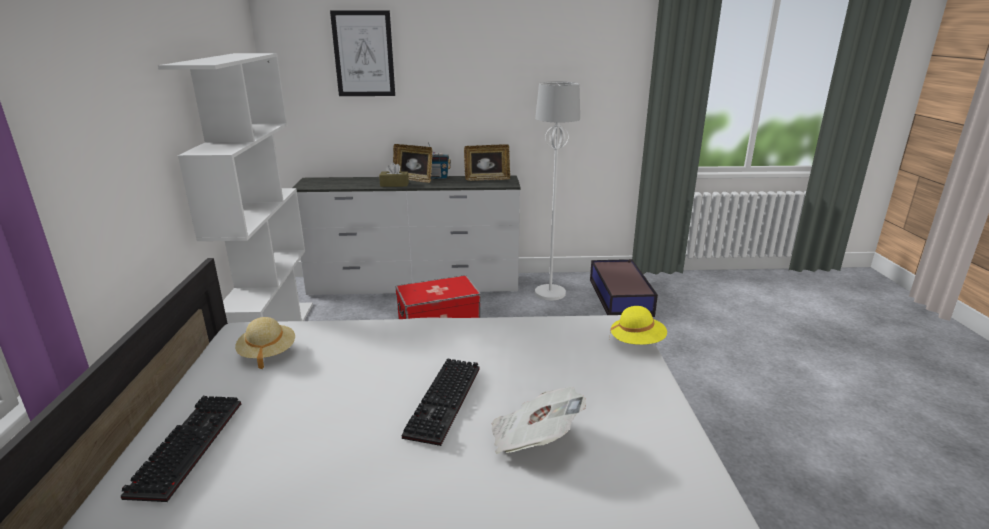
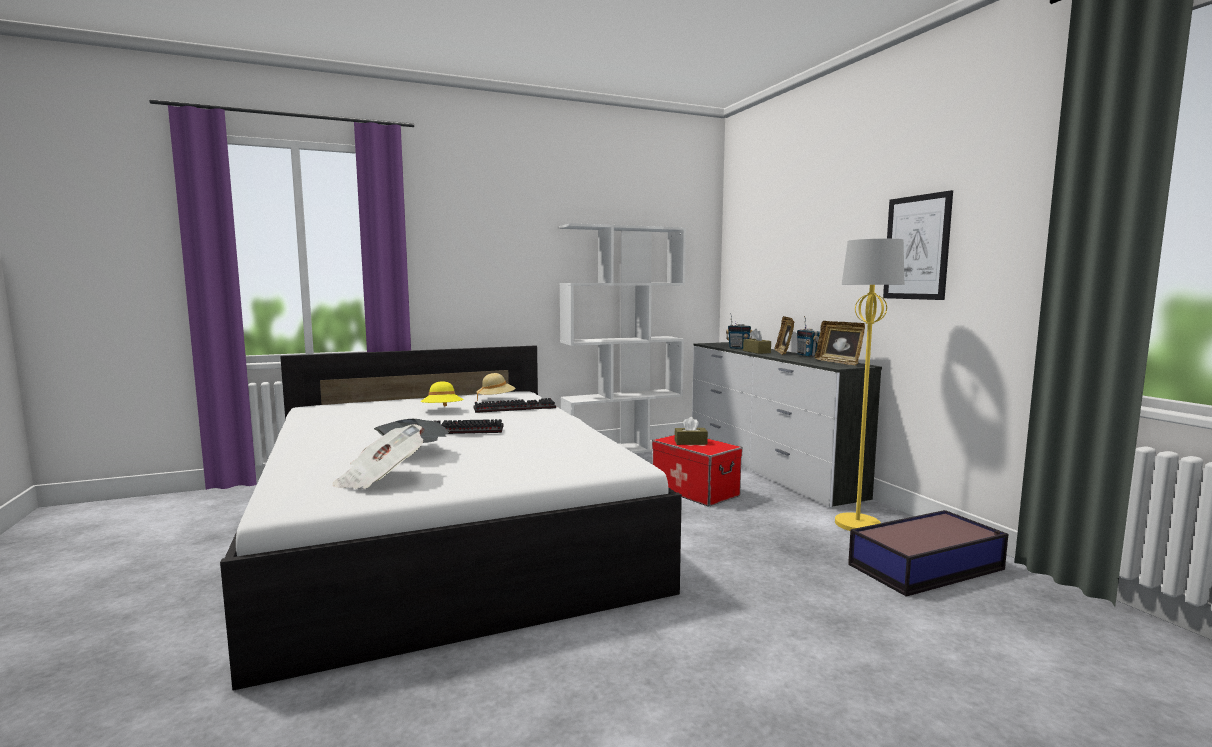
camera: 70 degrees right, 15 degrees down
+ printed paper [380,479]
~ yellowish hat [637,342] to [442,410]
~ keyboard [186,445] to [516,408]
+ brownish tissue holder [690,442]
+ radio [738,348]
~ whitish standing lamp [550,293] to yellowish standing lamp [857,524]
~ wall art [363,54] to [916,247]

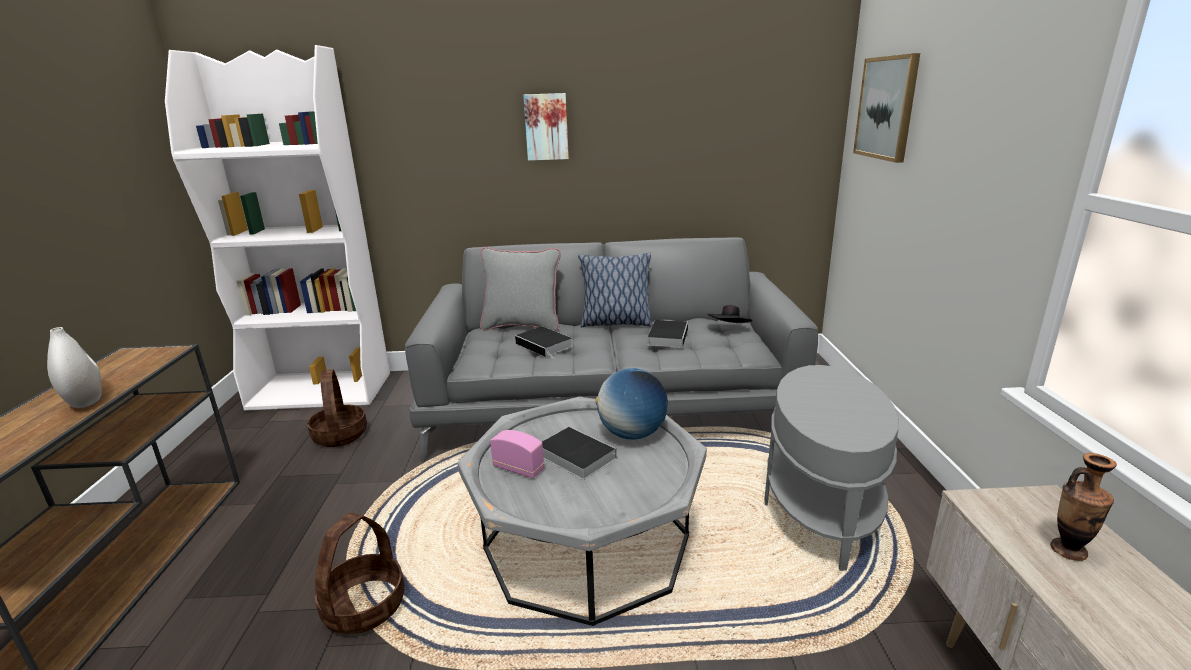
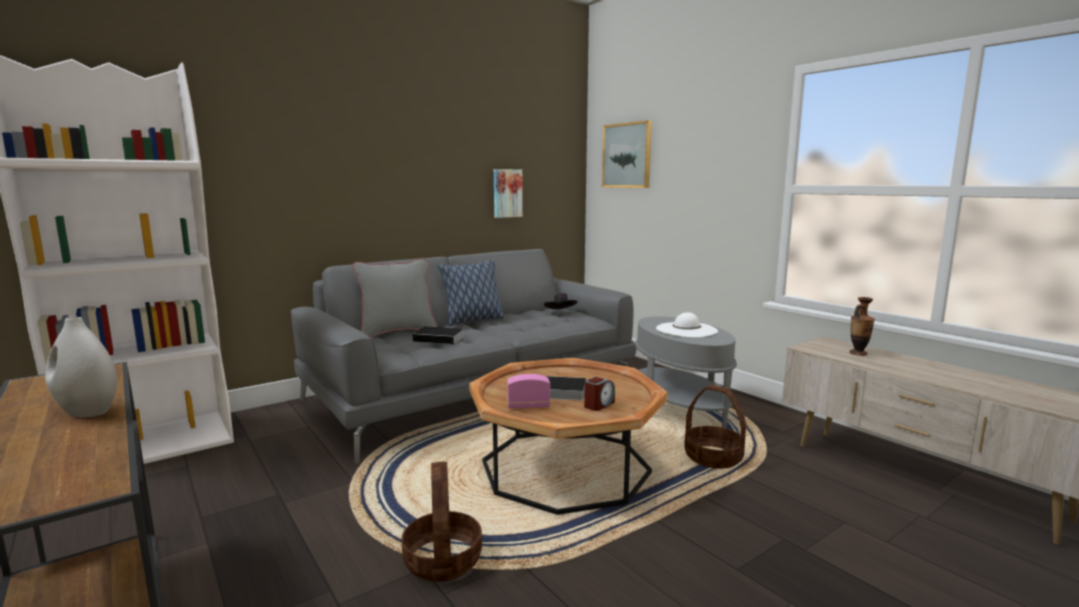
camera: 35 degrees left, 10 degrees down
~ greyish coffee table [587,542] to brownish coffee table [565,468]
~ wall art [546,127] to [507,193]
+ alarm clock [599,405]
+ whitish hat [686,330]
~ storage basket [339,435] to [712,458]
- globe [632,434]
- bound book [668,336]

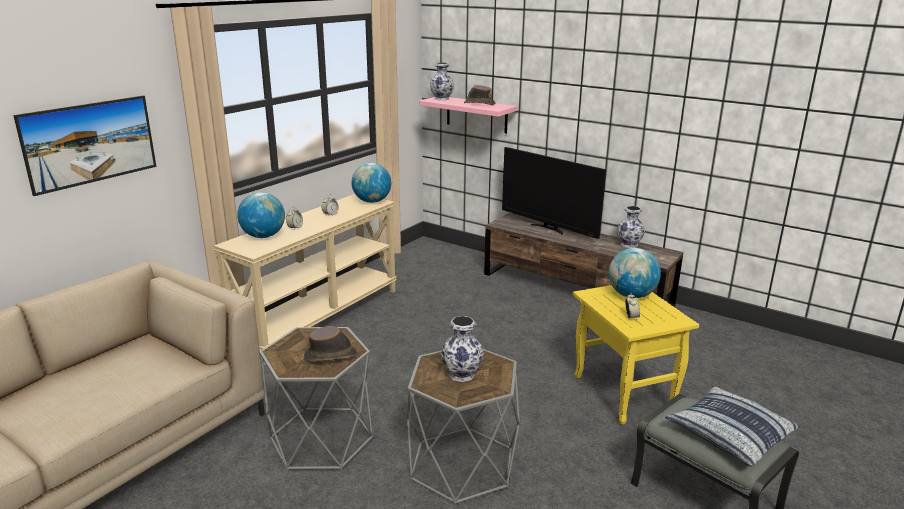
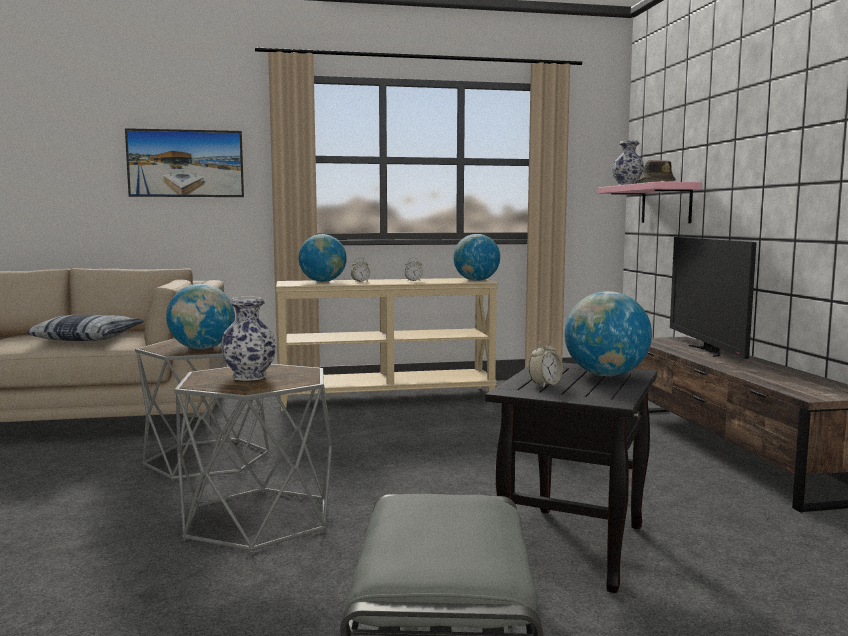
camera: 45 degrees right, 15 degrees down
~ cushion [729,434] to [88,338]
~ brownish hat [331,356] to globe [202,348]
~ yellowish side table [621,393] to blackish side table [573,545]
- vase [629,245]

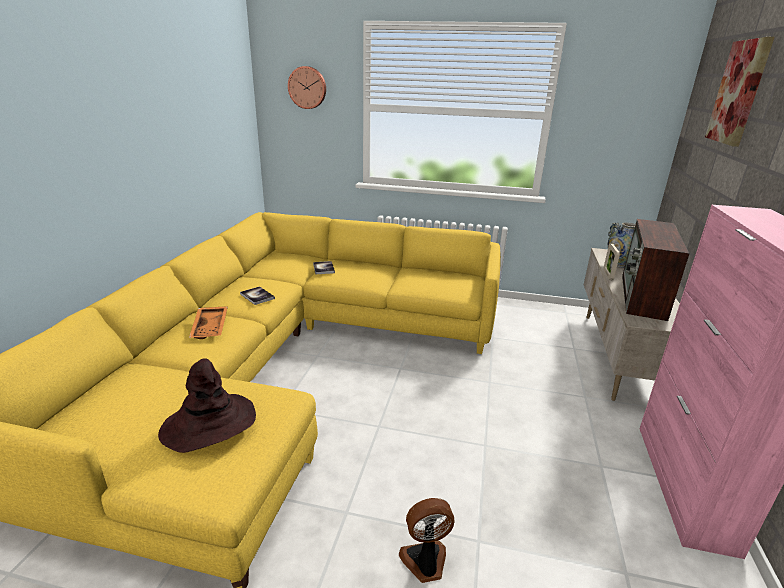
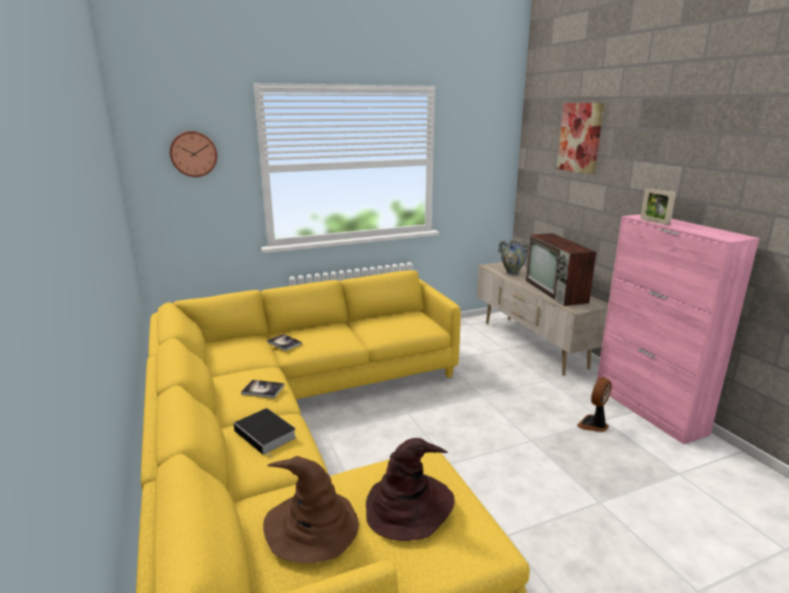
camera: 35 degrees left, 5 degrees down
~ orange carrying tray [211,328] to bound book [266,435]
+ brownish hat [312,527]
~ cooling fan [425,562] to [594,425]
~ photo frame [607,275] to [654,222]

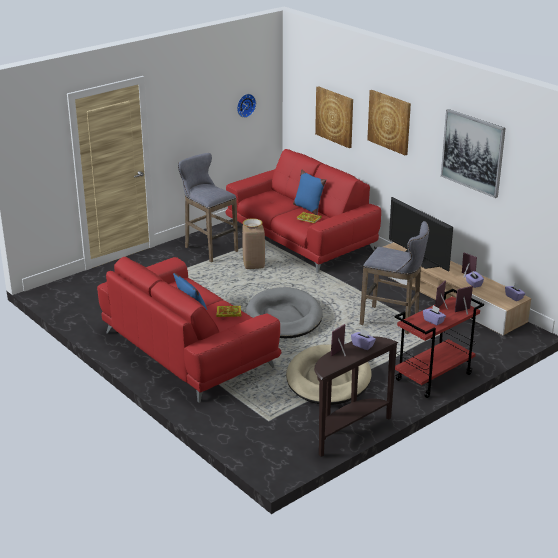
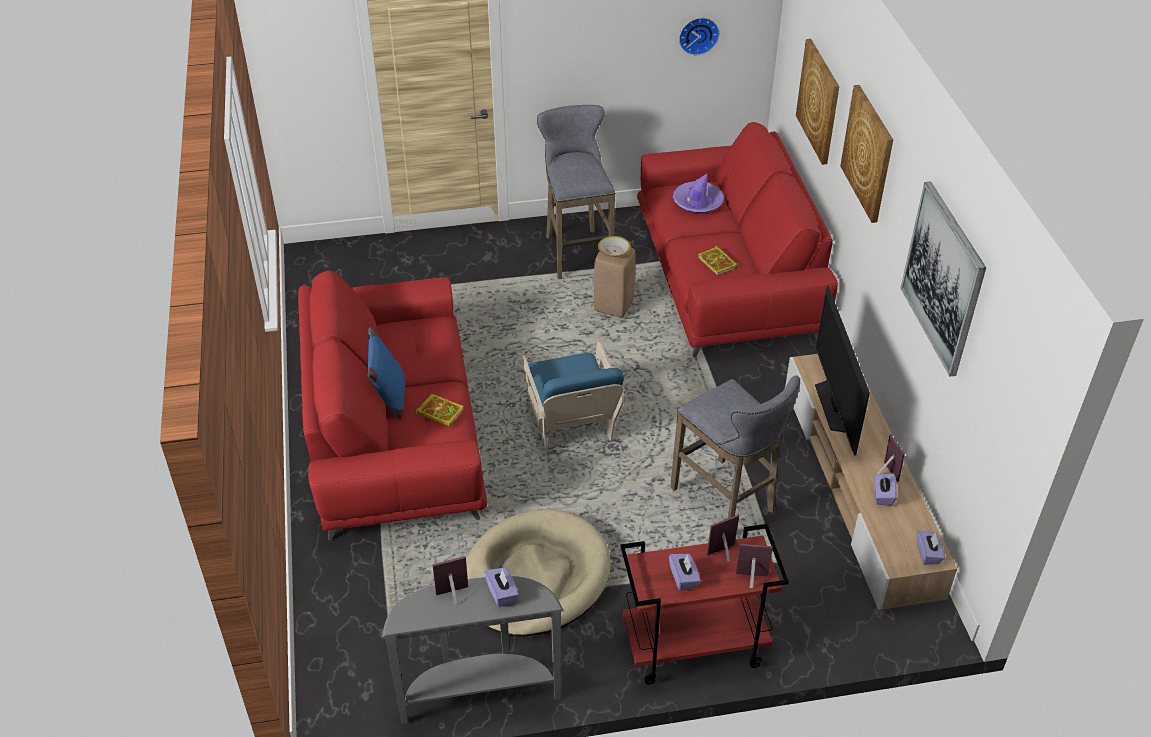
camera: 30 degrees right, 15 degrees up
~ brownish narrow table [348,431] to greyish narrow table [478,693]
~ greyish pet bed [284,317] to bluish easy chair [572,427]
+ purple hat [697,202]
- bluish cushion [308,208]

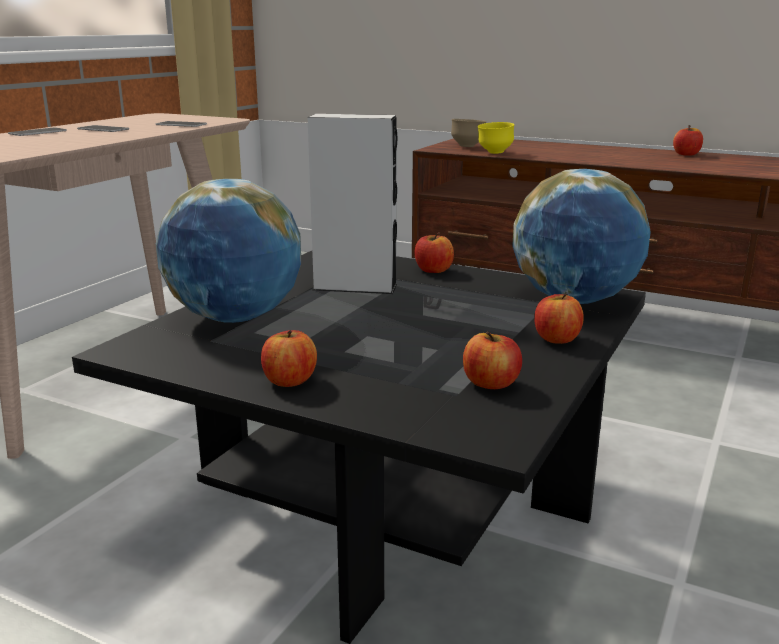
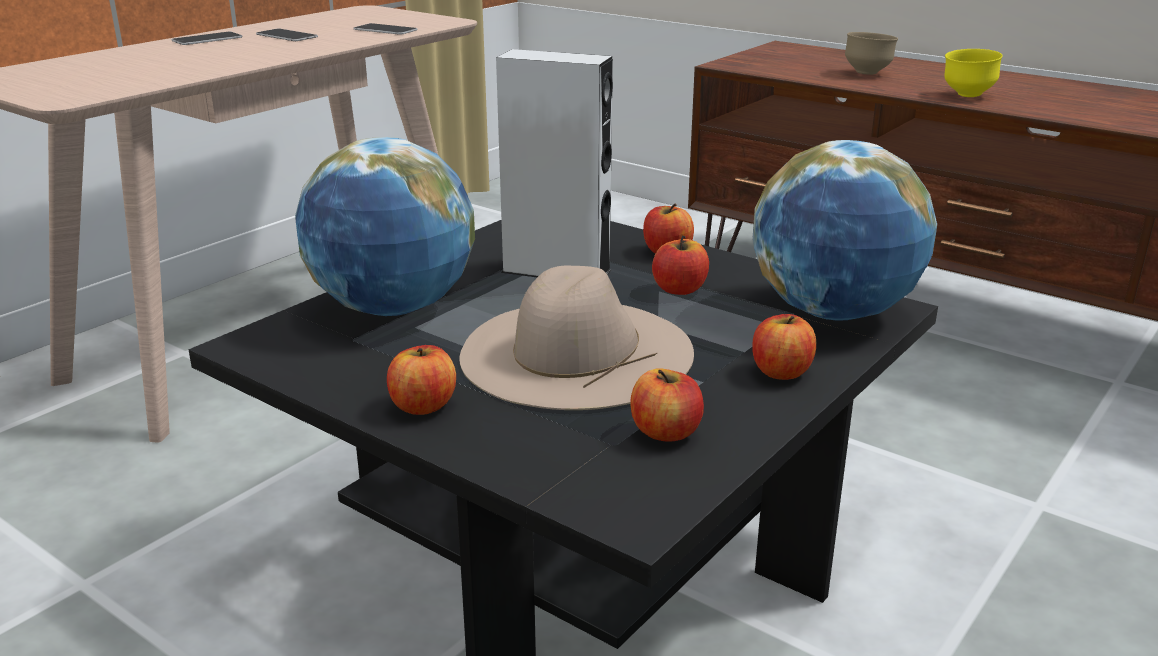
camera: 10 degrees right, 5 degrees up
+ sand-coloured hat [576,352]
~ apple fruit [686,154] to [679,289]
~ brownish bowl [467,146] to [867,73]
~ yellowish bowl [494,153] to [967,95]

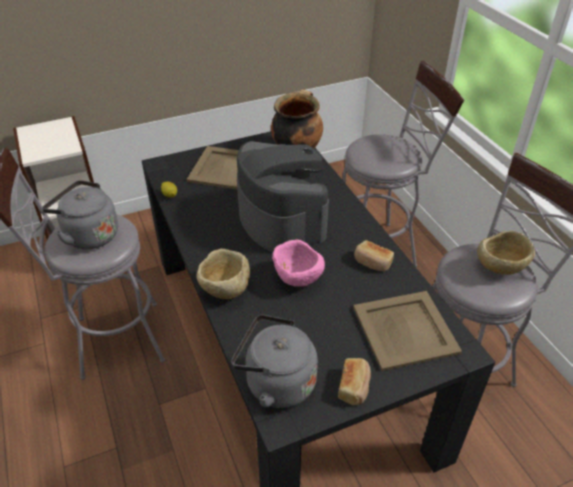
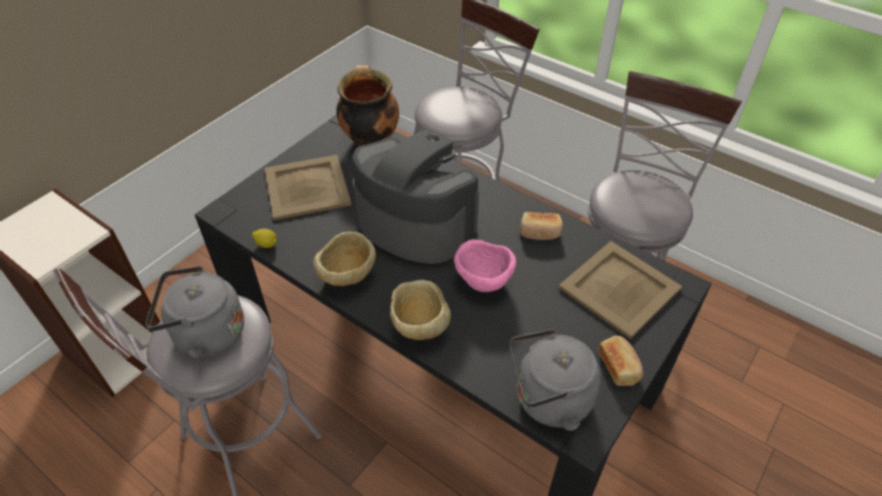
camera: 30 degrees left, 5 degrees up
~ sand-coloured bowl [499,269] to [347,277]

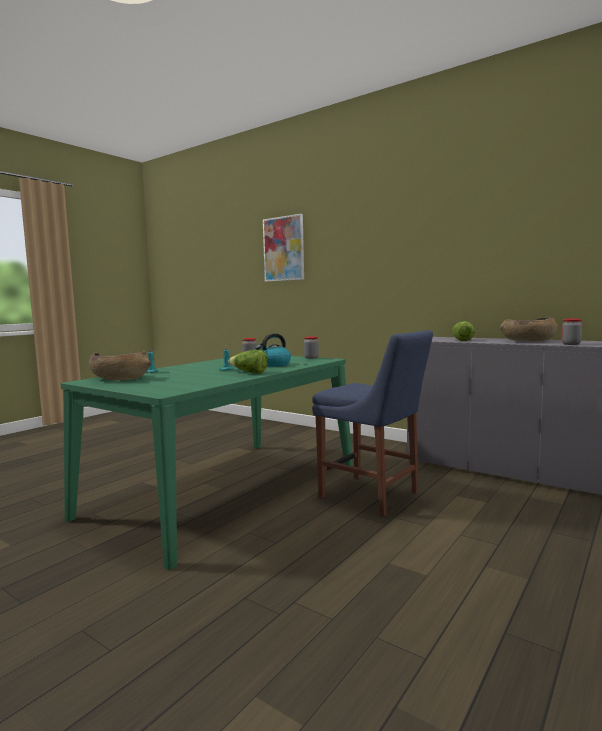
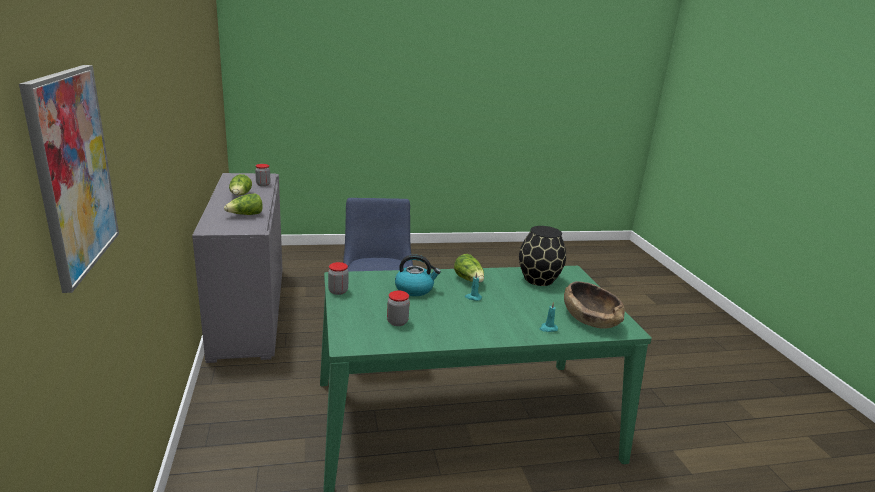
camera: 140 degrees left, 15 degrees up
~ brownish bowl [528,341] to lettuce [240,195]
+ blackish vase [539,280]

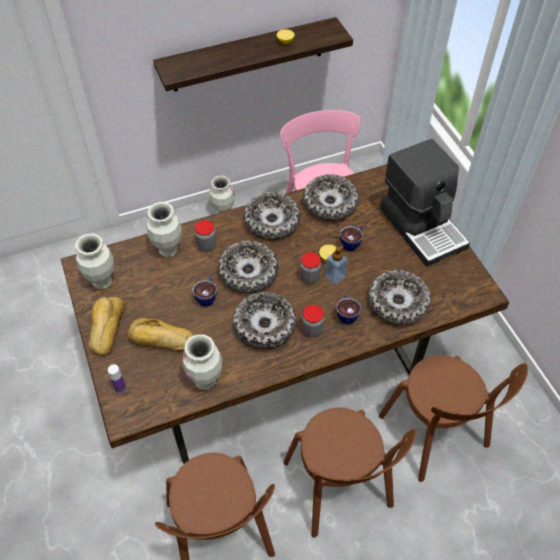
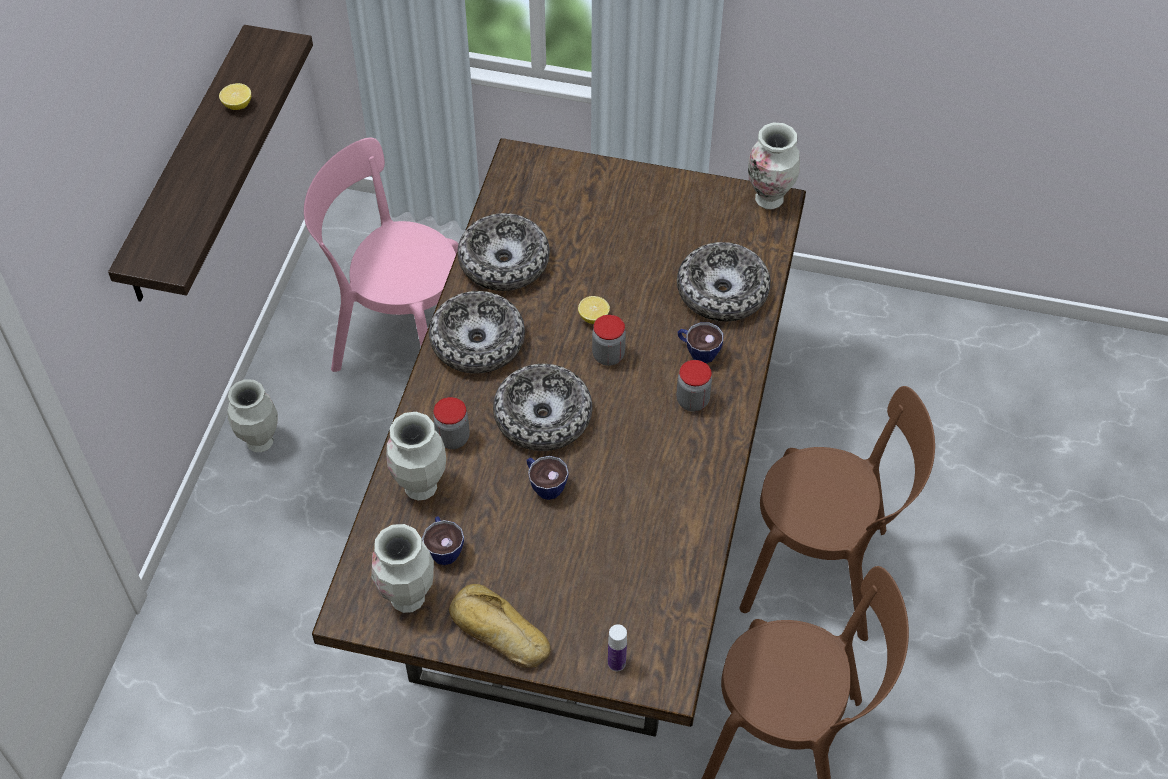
camera: 55 degrees left, 0 degrees up
~ small cup [352,243] to [443,548]
~ vase [205,381] to [769,200]
- bakery bread [161,340]
- bowl [264,326]
- soap bottle [335,276]
- brownish upright chair [436,435]
- coffee maker [423,227]

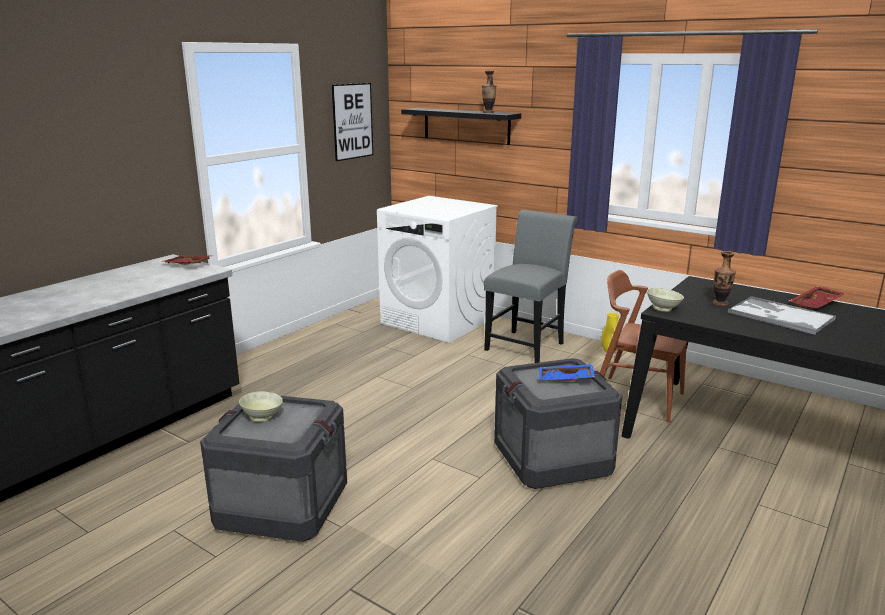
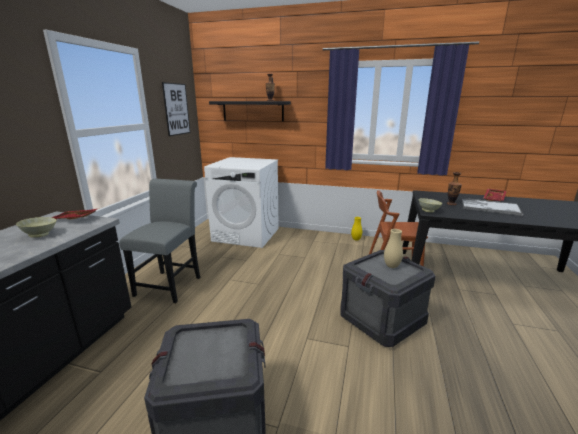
camera: 20 degrees left, 0 degrees up
~ sand-coloured bowl [262,417] to [40,235]
~ greyish upright chair [527,345] to [171,284]
~ bluish carrying tray [565,380] to sand-coloured vase [391,266]

